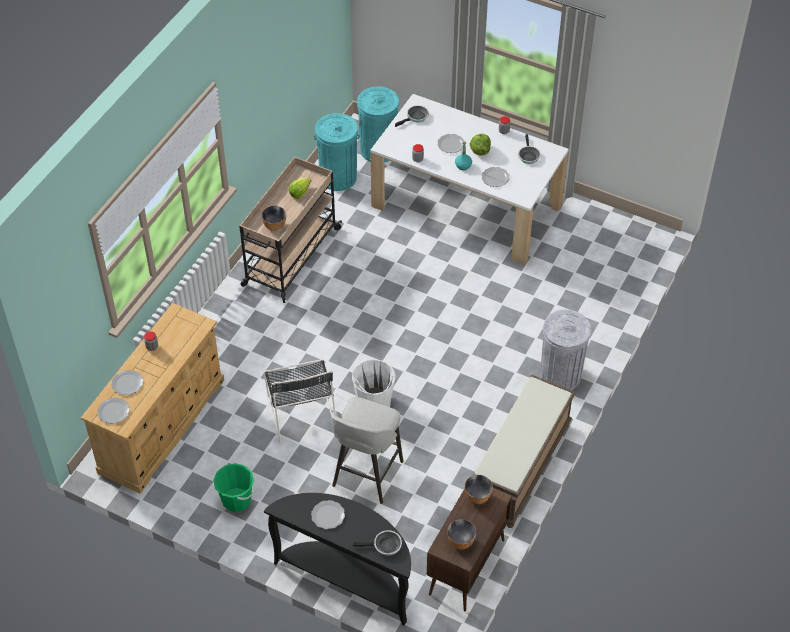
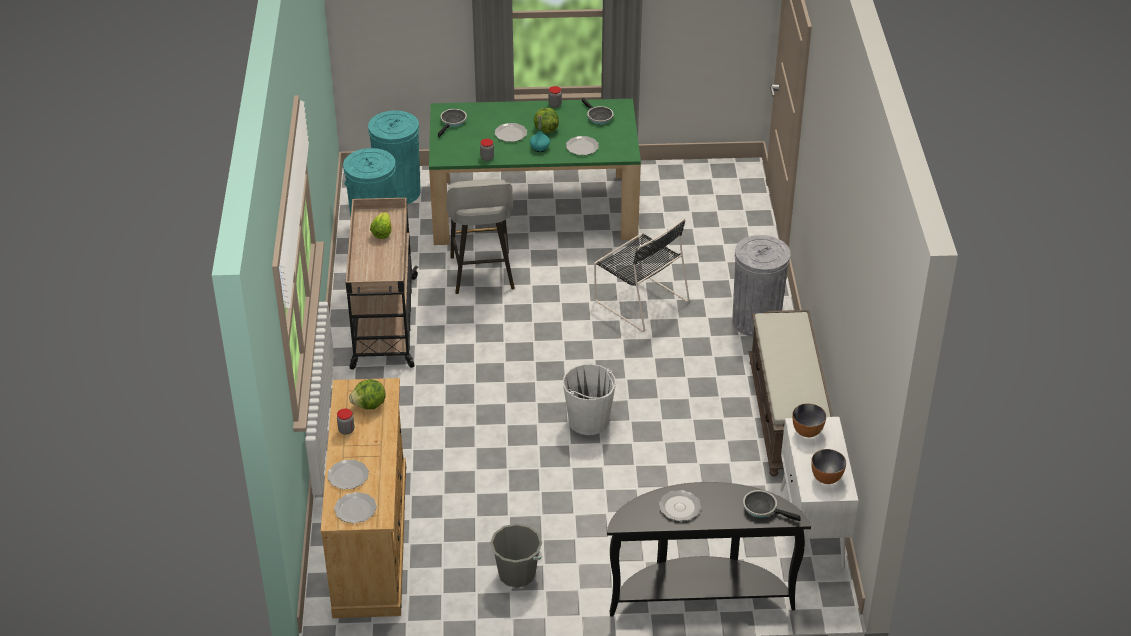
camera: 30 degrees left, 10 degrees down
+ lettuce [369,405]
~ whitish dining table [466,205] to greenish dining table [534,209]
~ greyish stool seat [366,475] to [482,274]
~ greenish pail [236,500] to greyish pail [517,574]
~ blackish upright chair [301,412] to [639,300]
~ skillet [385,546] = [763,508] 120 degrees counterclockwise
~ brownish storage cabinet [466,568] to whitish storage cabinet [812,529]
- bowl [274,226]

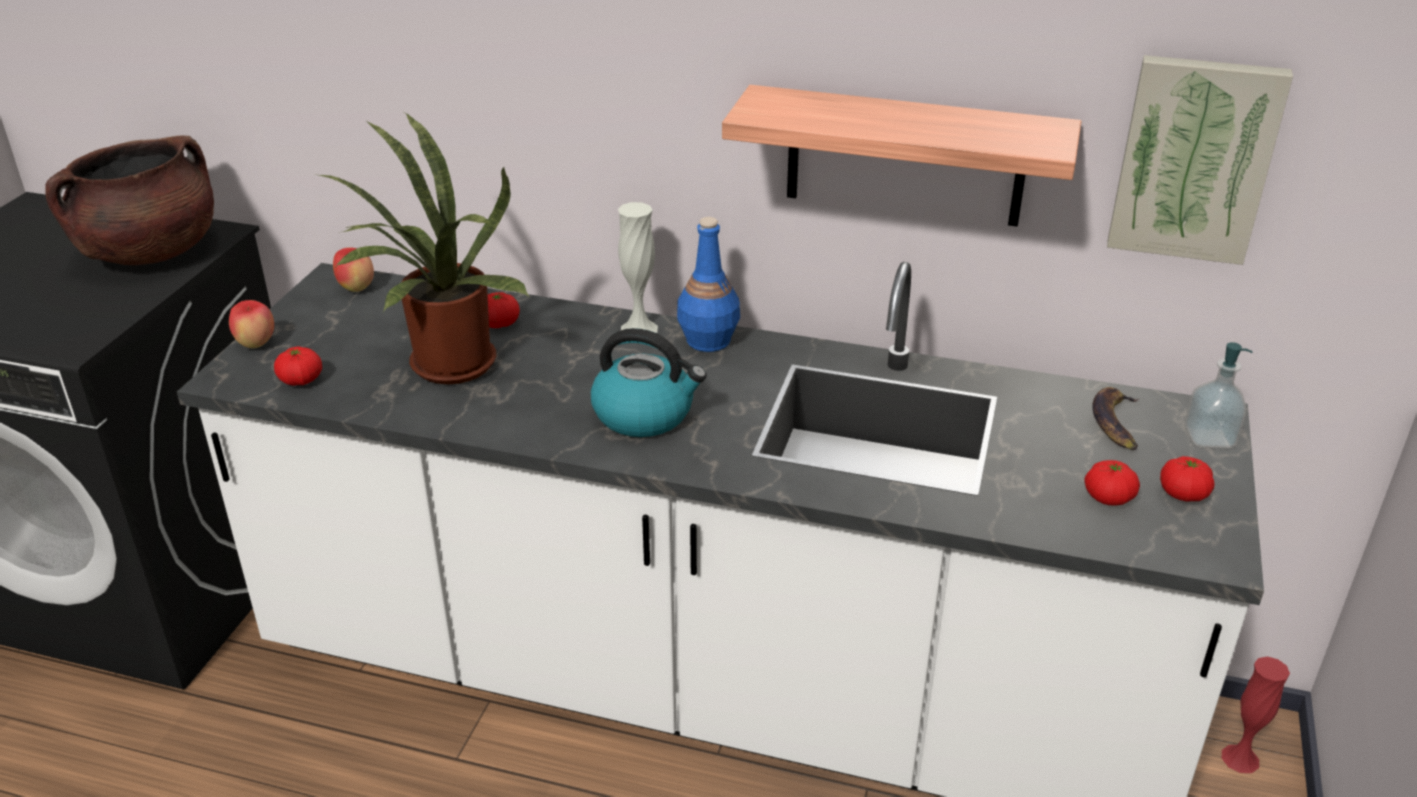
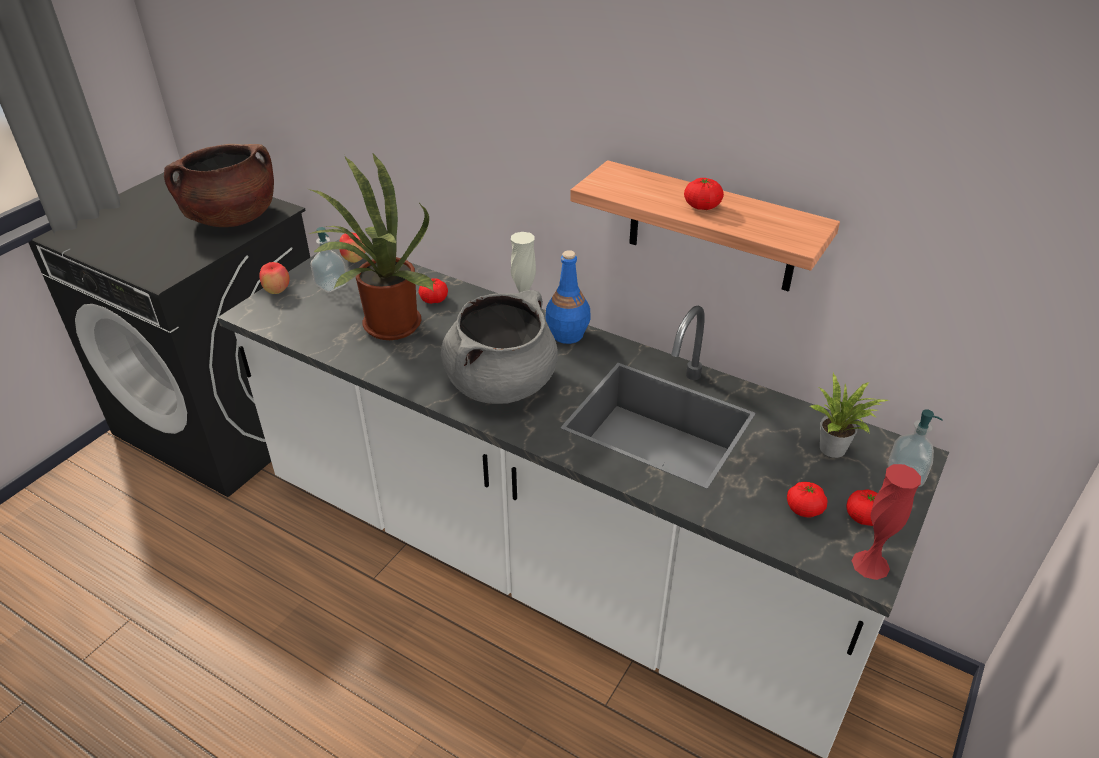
camera: 15 degrees right, 5 degrees up
+ soap bottle [331,285]
~ water kettle [645,414] to greyish cooking pot [501,383]
~ tomato [301,380] to [702,206]
~ banana fruit [1115,423] to plant in a pot [836,449]
~ red vase [1240,758] to [870,564]
- wall art [1194,158]

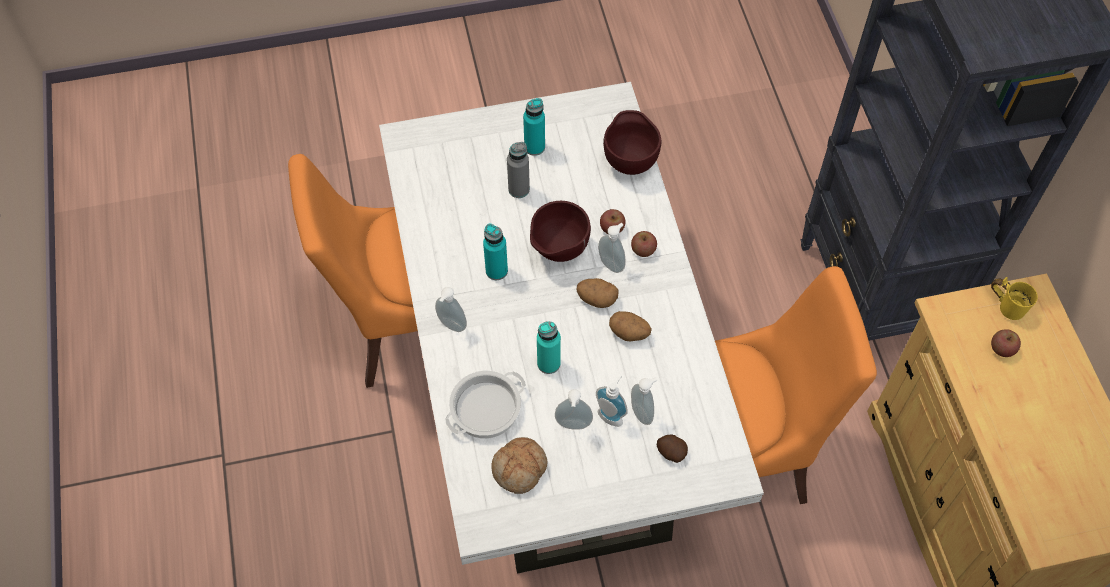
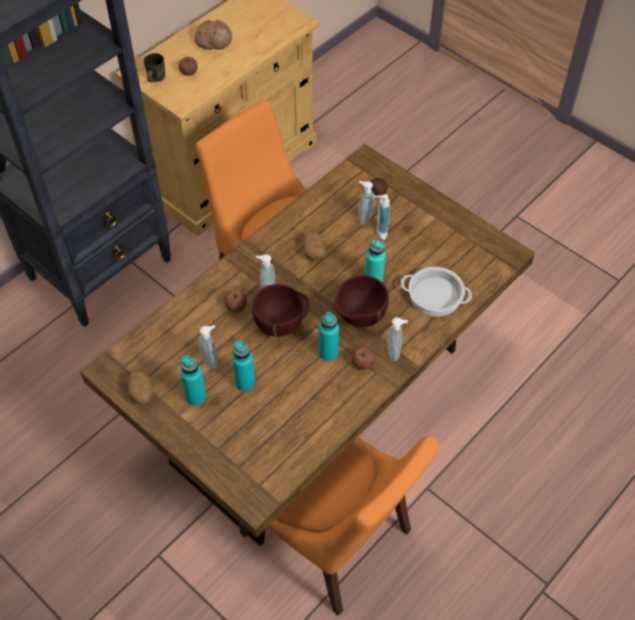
camera: 125 degrees left, 5 degrees down
~ whitish dining table [553,392] to brownish dining table [316,407]
~ potato [596,299] to [142,394]
~ yellowish mug [1008,304] to greyish mug [153,80]
~ bakery bread [520,469] to [214,40]
~ soap bottle [573,426] to [211,360]
~ greyish drink bottle [519,189] to turquoise-coloured drink bottle [245,383]
~ brownish bowl [630,161] to [359,319]
~ apple fruit [643,250] to [362,363]

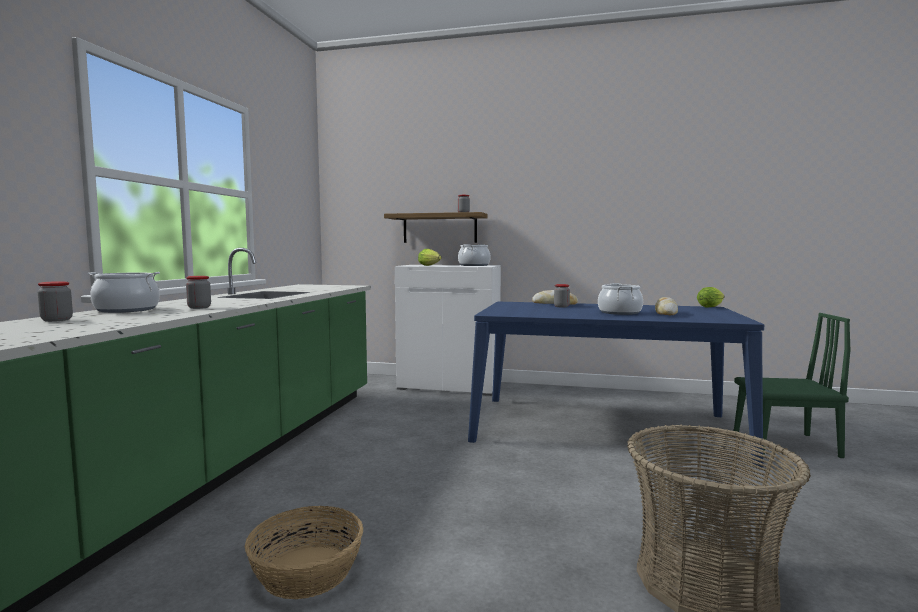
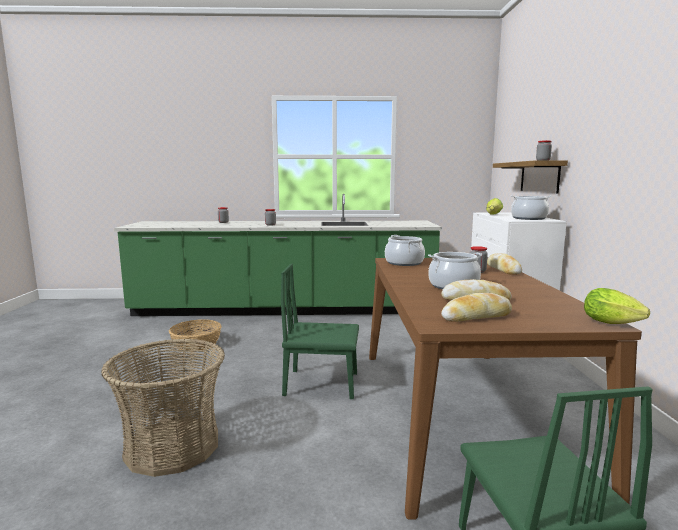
camera: 75 degrees right, 5 degrees up
+ greenish upright chair [321,384]
~ bluish dining table [603,427] to brownish dining table [460,412]
~ cooking pot [127,310] to [404,263]
+ bakery bread [476,316]

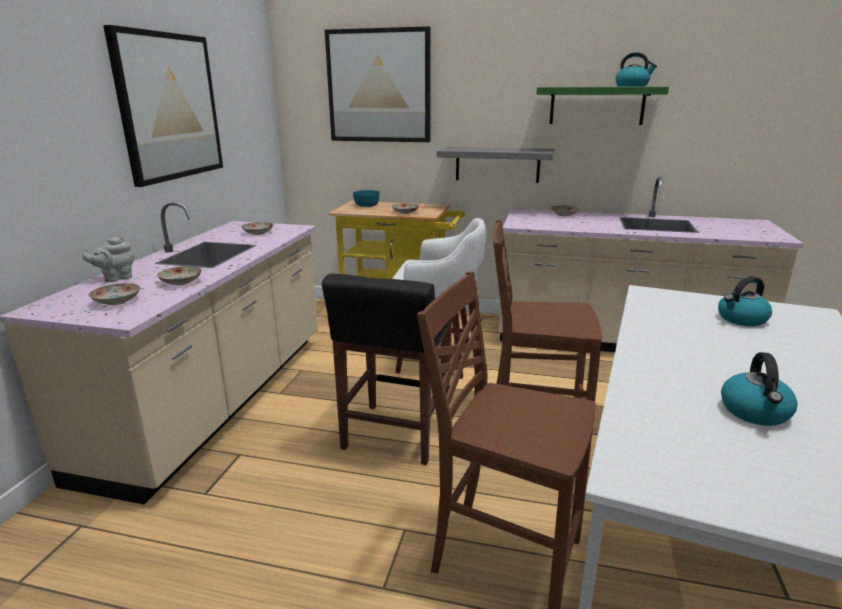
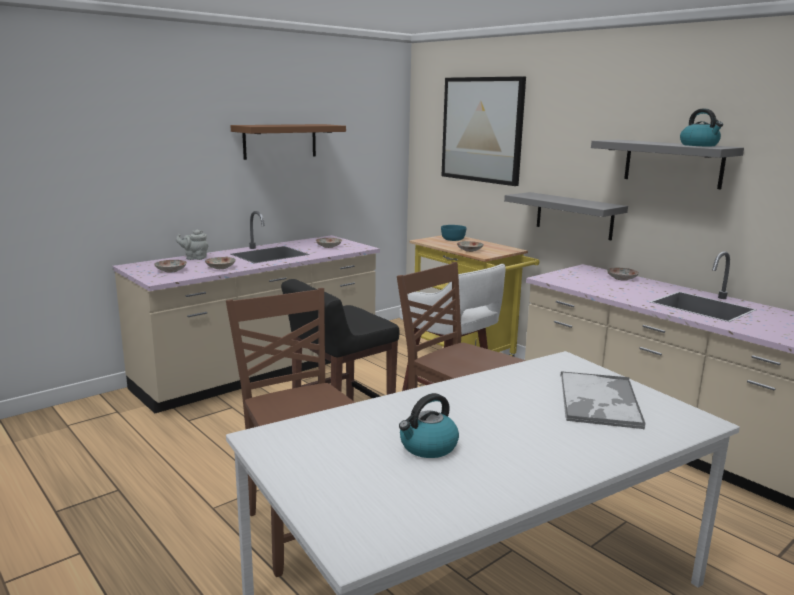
camera: 35 degrees right, 5 degrees down
~ wall art [169,107] to brownish shelf [280,141]
~ water kettle [741,319] to carrying tray [599,401]
~ greenish shelf [596,105] to greyish shelf [673,163]

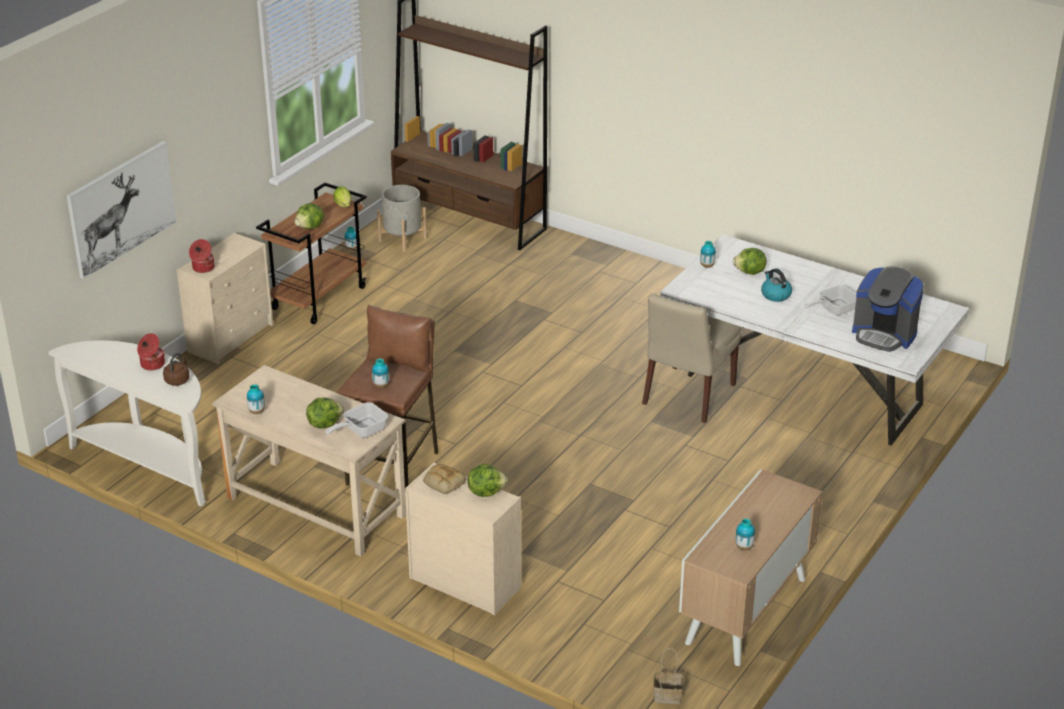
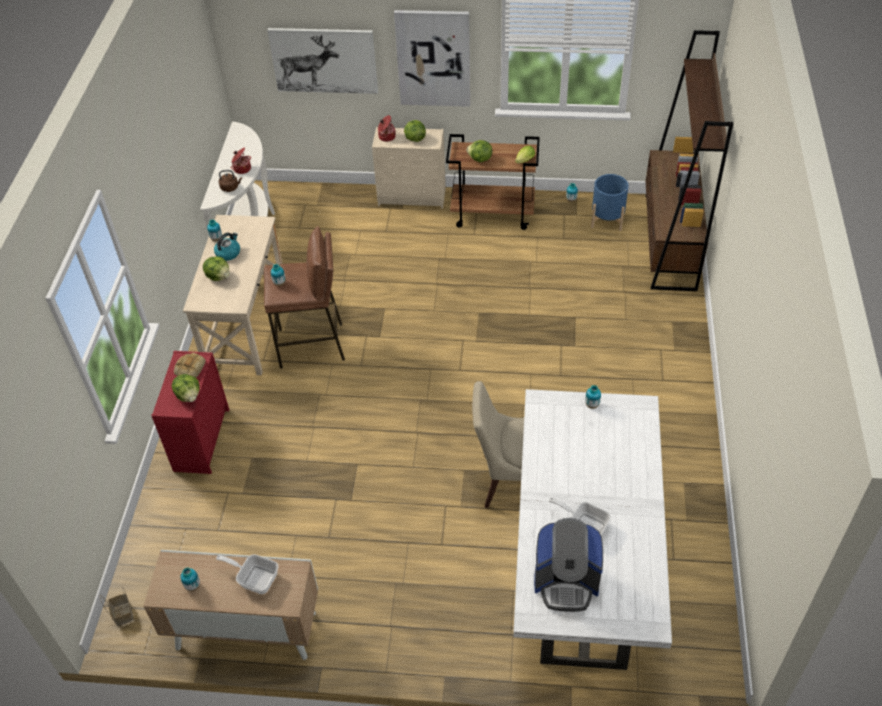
camera: 65 degrees right, 15 degrees up
~ sand-coloured dresser [463,582] to red dresser [202,439]
~ water kettle [775,295] to [228,253]
~ skillet [361,431] to [255,578]
+ wall art [433,58]
~ lettuce [750,272] to [414,138]
~ coffee maker [884,334] = [566,582] 90 degrees counterclockwise
~ greyish planter [402,239] to bluish planter [607,219]

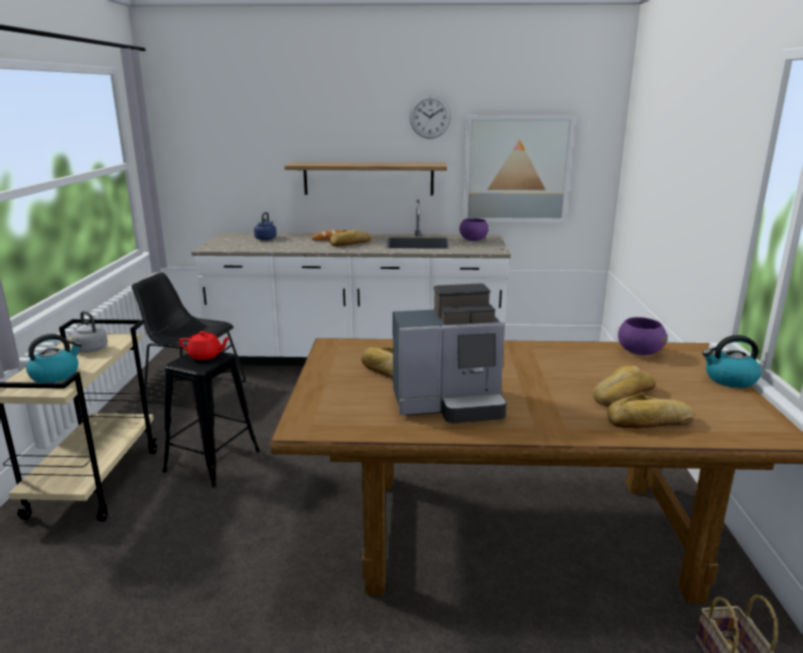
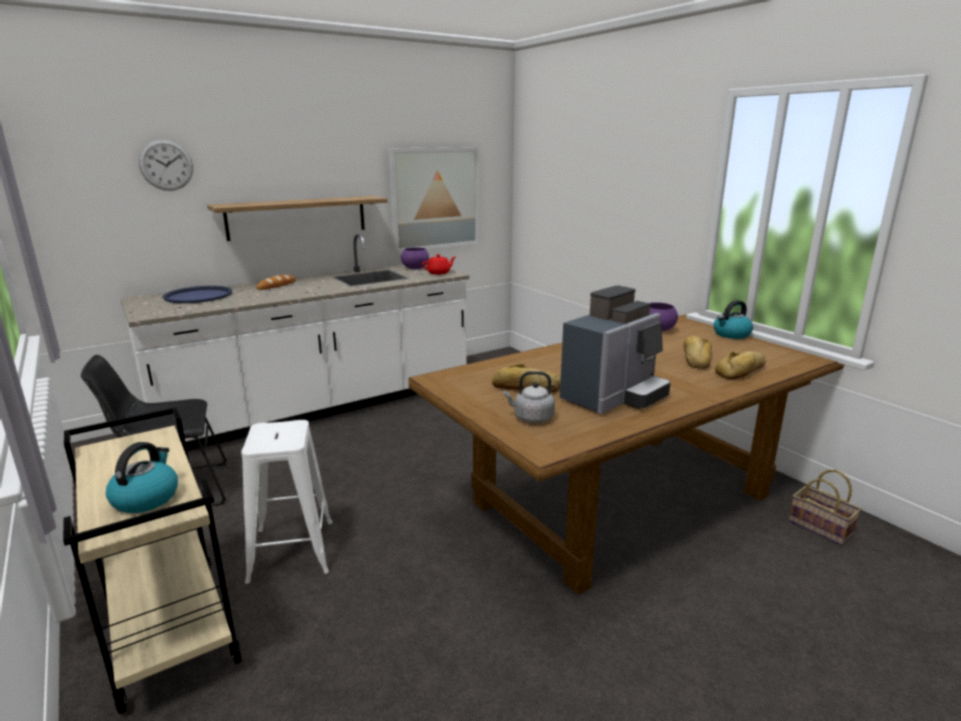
camera: 35 degrees left, 0 degrees up
~ wall clock [430,117] to [166,165]
~ bluish water kettle [266,238] to bluish carrying tray [198,296]
~ blackish stool seat [212,461] to whitish stool seat [291,550]
~ red pot for tea [205,356] to [439,273]
~ greyish water kettle [90,349] to [531,418]
- bakery bread [351,243]

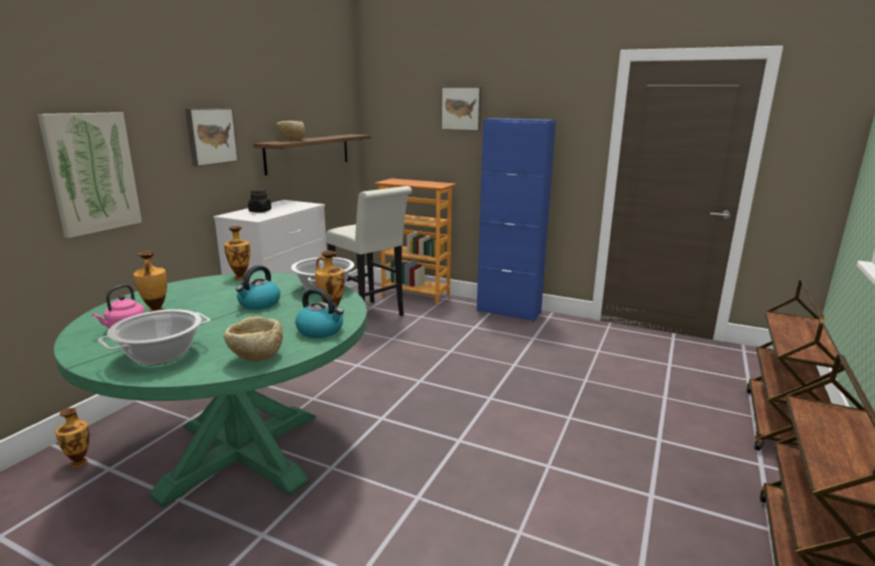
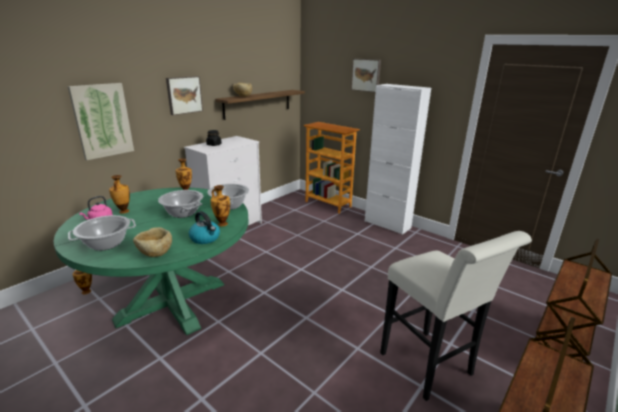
camera: 15 degrees right, 5 degrees up
~ water kettle [259,304] to cooking pot [183,213]
~ bluish storage cabinet [508,312] to whitish storage cabinet [387,224]
~ whitish stool seat [371,316] to [430,368]

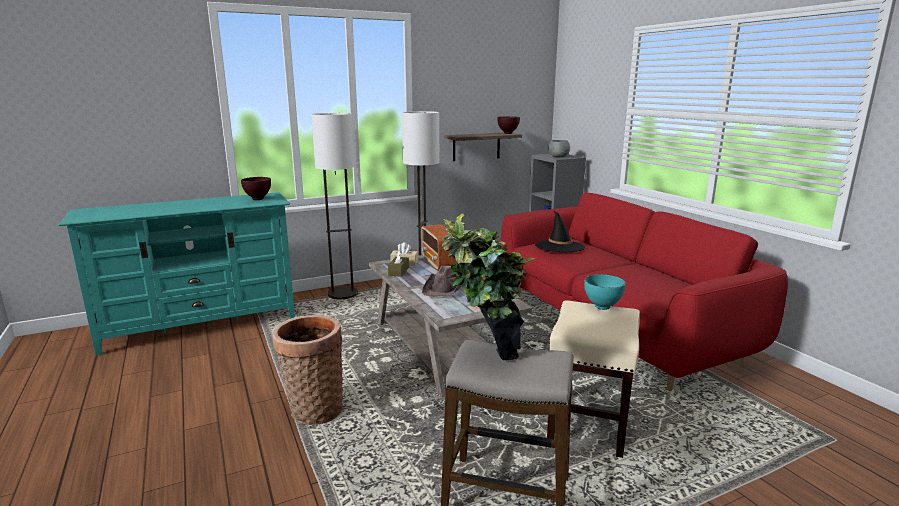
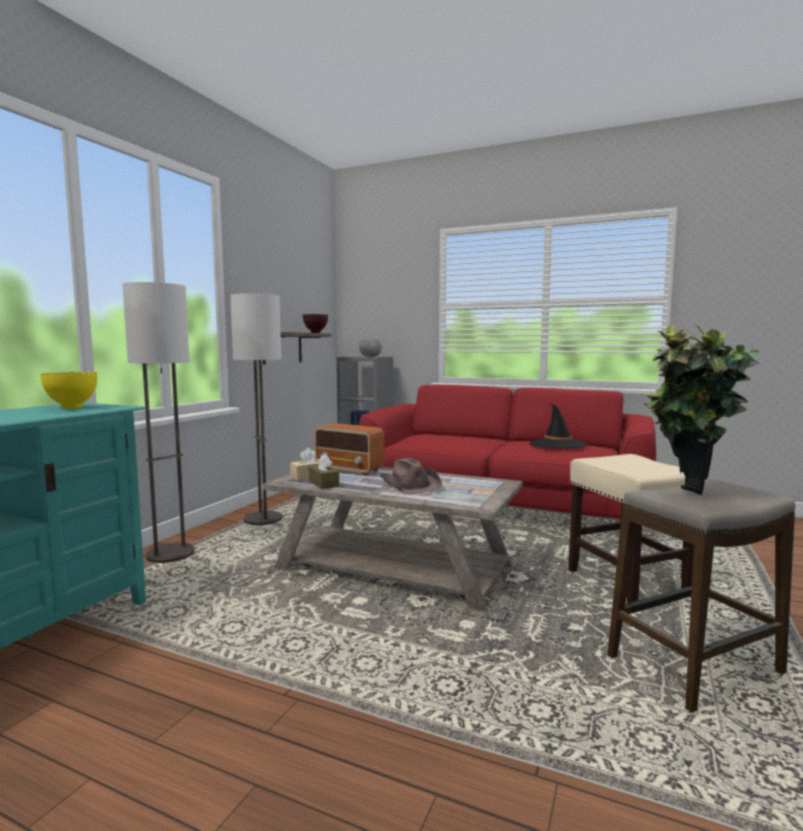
camera: 40 degrees left, 10 degrees down
~ brownish bowl [258,199] to yellowish bowl [72,408]
~ blackish hat [559,247] to [557,445]
- storage basket [313,410]
- turquoise-coloured bowl [603,307]

